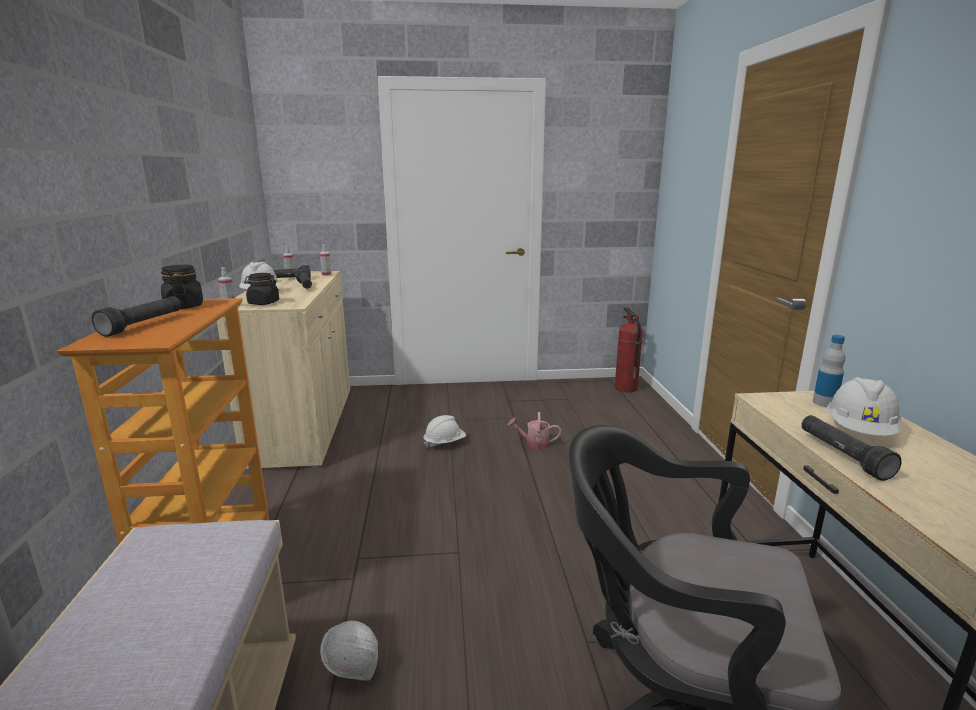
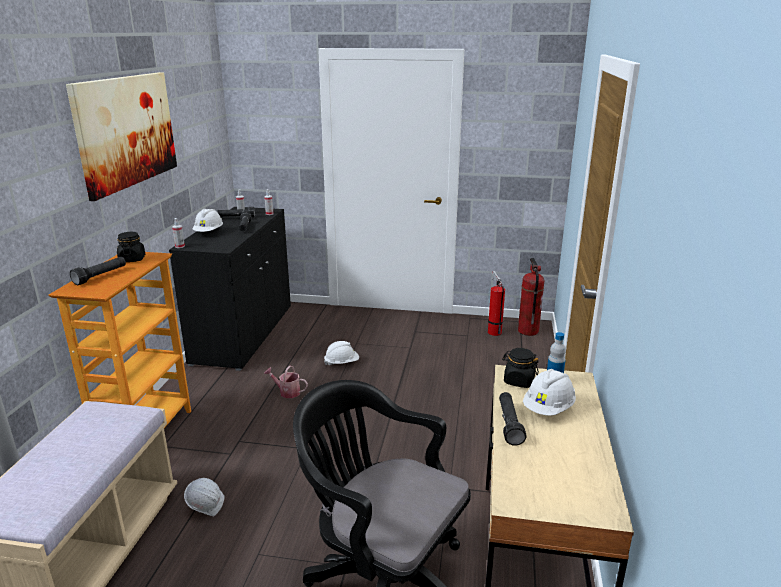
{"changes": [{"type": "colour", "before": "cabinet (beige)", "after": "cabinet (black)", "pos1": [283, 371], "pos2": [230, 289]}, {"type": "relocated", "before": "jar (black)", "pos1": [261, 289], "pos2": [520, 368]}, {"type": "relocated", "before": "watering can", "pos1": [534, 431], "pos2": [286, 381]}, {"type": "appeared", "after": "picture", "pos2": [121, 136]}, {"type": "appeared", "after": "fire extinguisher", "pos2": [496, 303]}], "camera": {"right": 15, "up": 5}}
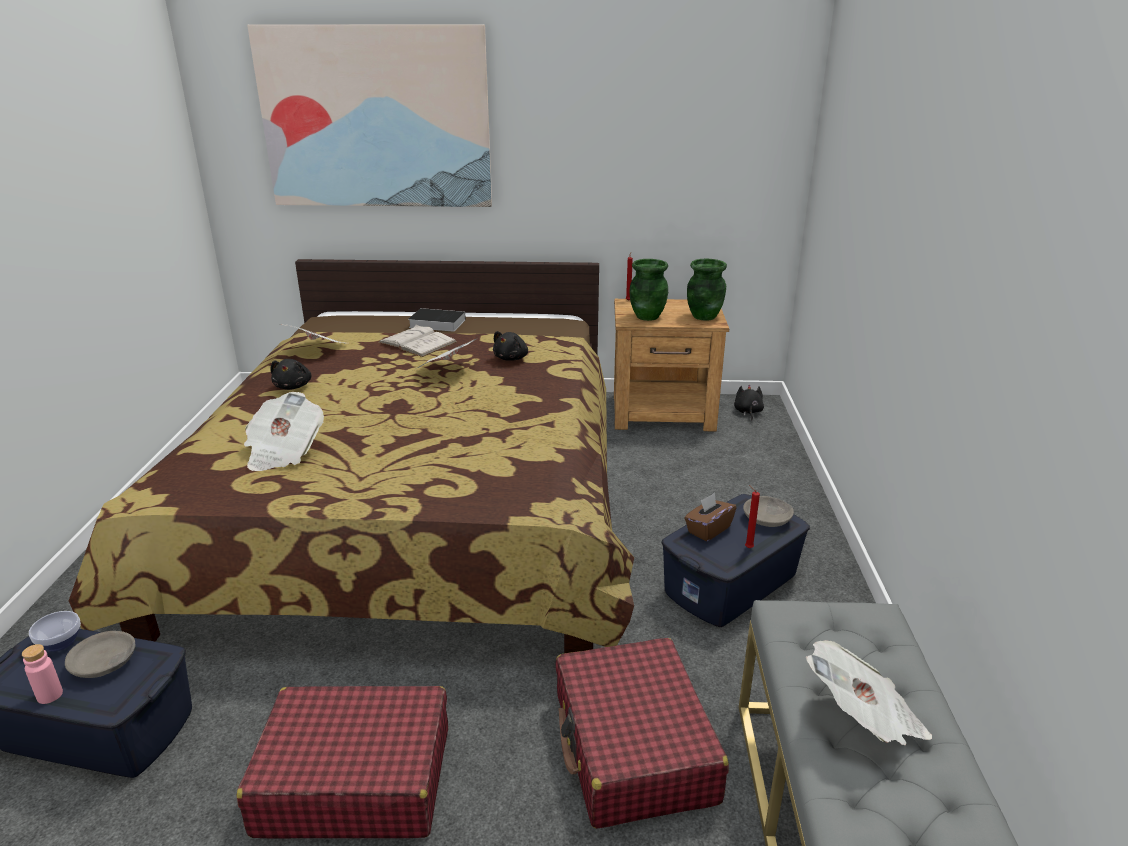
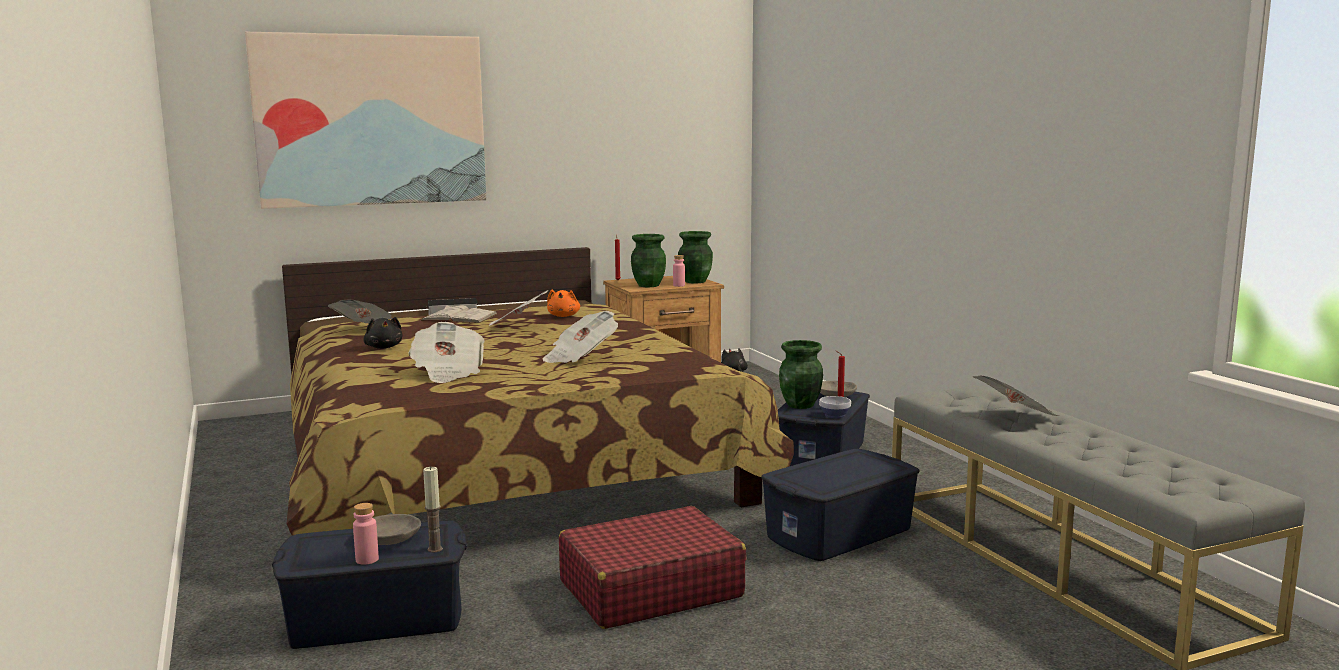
{"changes": [{"type": "relocated", "before": "bowl", "pos1": [55, 631], "pos2": [835, 407]}, {"type": "colour", "before": "plush toy (black)", "after": "plush toy (orange)", "pos1": [510, 346], "pos2": [563, 303]}, {"type": "exchanged", "before": "suitcase (red)", "after": "storage box (blue)", "pos1": [642, 733], "pos2": [840, 505]}, {"type": "exchanged", "before": "tissue box (brown)", "after": "vase (green)", "pos1": [710, 517], "pos2": [801, 374]}, {"type": "appeared", "after": "candle", "pos2": [433, 509]}, {"type": "appeared", "after": "newspaper", "pos2": [580, 337]}, {"type": "appeared", "after": "bottle (pink)", "pos2": [679, 271]}], "camera": {"right": -25, "up": -15}}
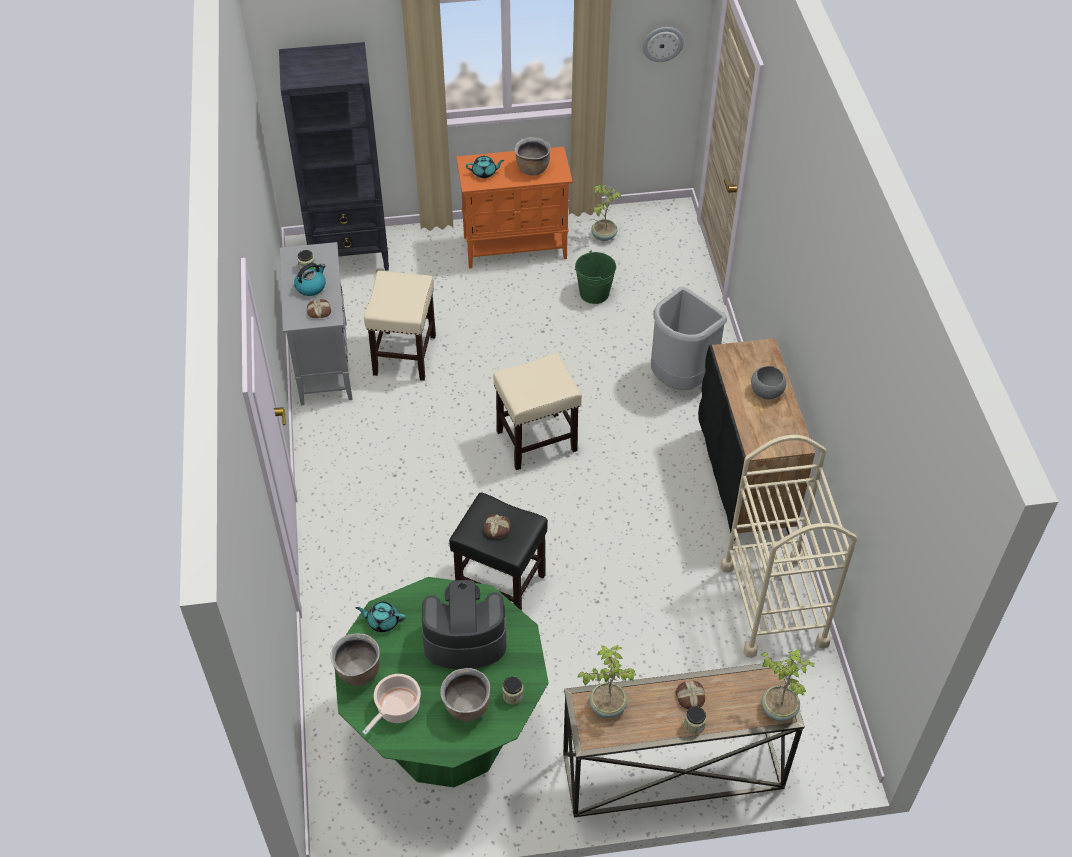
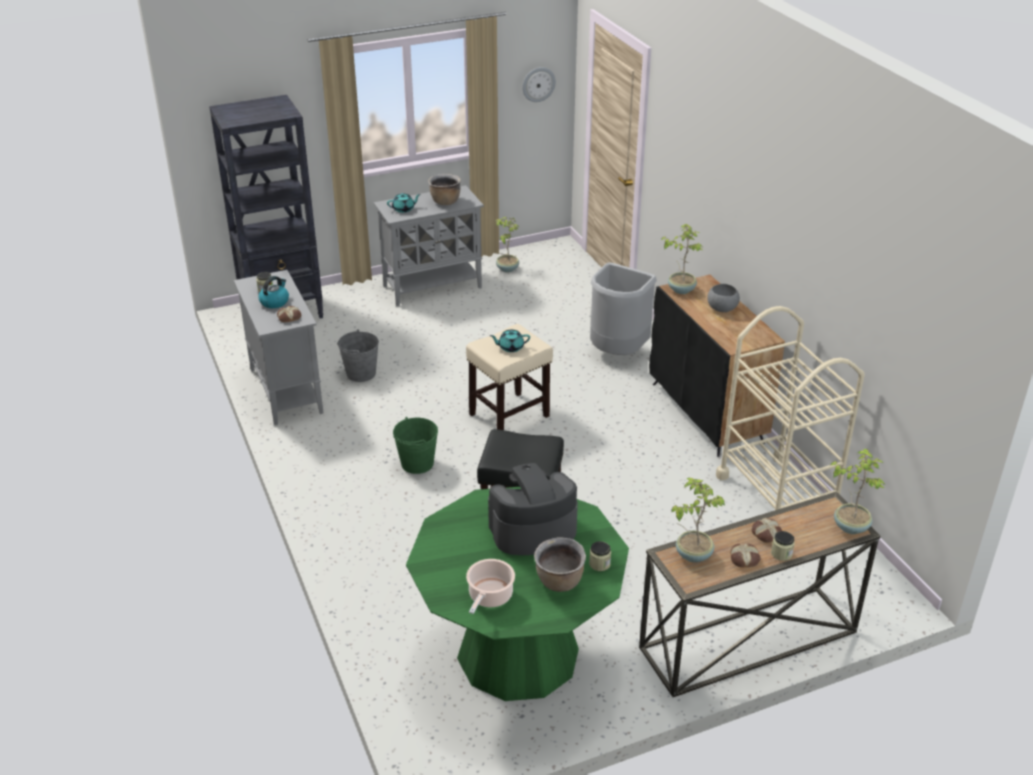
{"changes": [{"type": "missing", "before": "cooking pot (brown)", "pos1": [355, 659]}, {"type": "relocated", "before": "teapot (turquoise)", "pos1": [381, 616], "pos2": [510, 341]}, {"type": "exchanged", "before": "stool (beige)", "after": "bucket (grey)", "pos1": [400, 326], "pos2": [358, 356]}, {"type": "colour", "before": "cabinet (orange)", "after": "cabinet (grey)", "pos1": [514, 208], "pos2": [429, 245]}, {"type": "relocated", "before": "bread", "pos1": [496, 526], "pos2": [745, 556]}, {"type": "relocated", "before": "bucket (green)", "pos1": [595, 277], "pos2": [415, 445]}, {"type": "appeared", "after": "potted plant", "pos2": [682, 259]}], "camera": {"right": -15, "up": -15}}
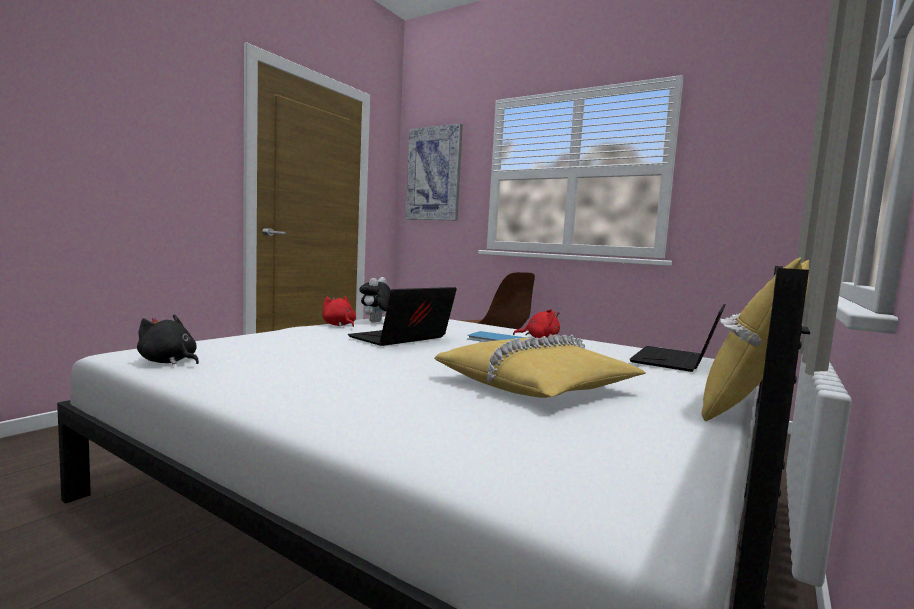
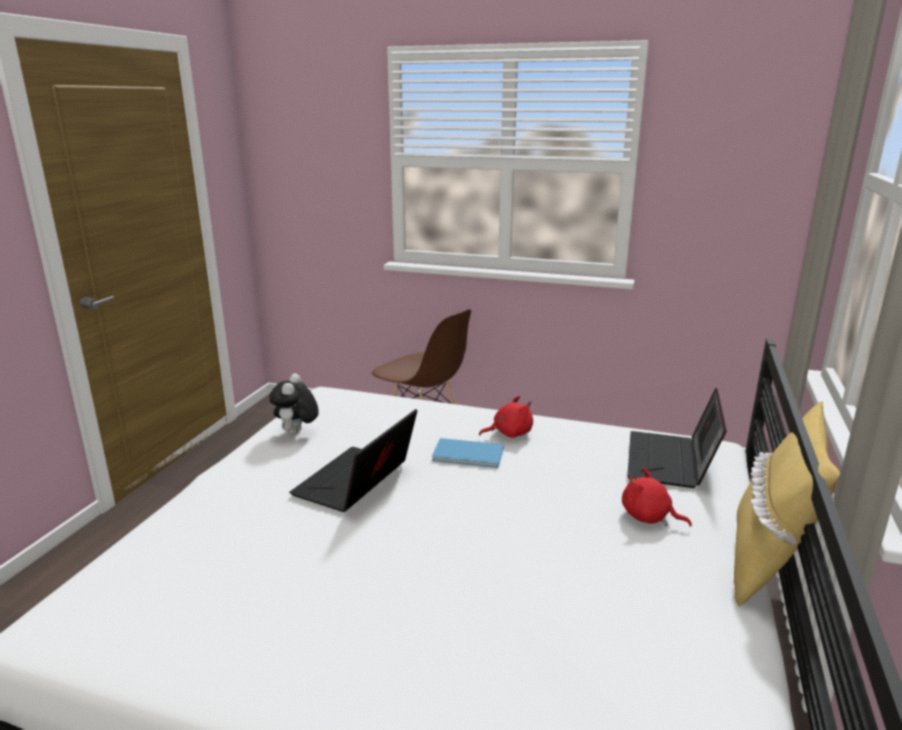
{"changes": [{"type": "missing", "before": "plush toy (black)", "pos1": [168, 339]}, {"type": "relocated", "before": "plush toy (red)", "pos1": [339, 311], "pos2": [657, 497]}, {"type": "missing", "before": "picture", "pos1": [434, 171]}, {"type": "missing", "before": "pillow (yellow)", "pos1": [540, 366]}], "camera": {"right": -15, "up": 15}}
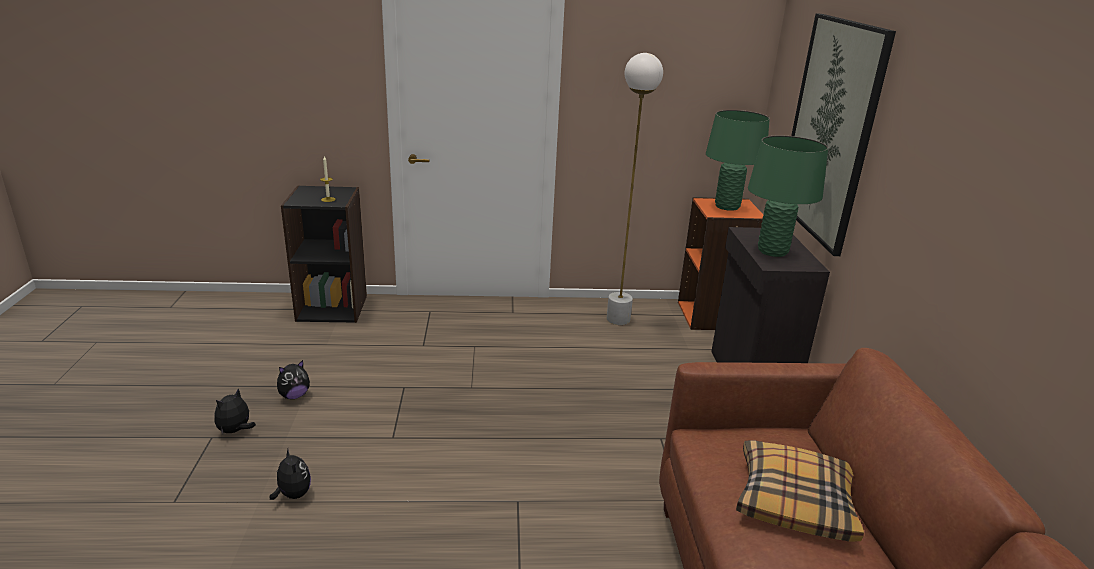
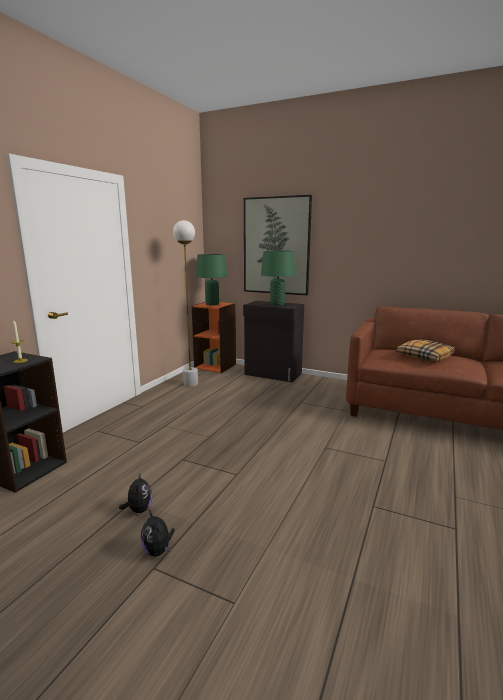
{"changes": [{"type": "missing", "before": "plush toy", "pos1": [290, 474]}], "camera": {"right": -60, "up": -10}}
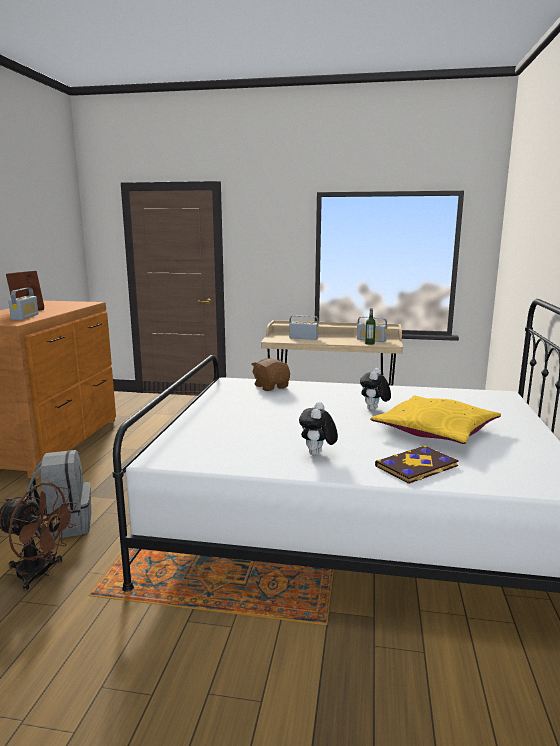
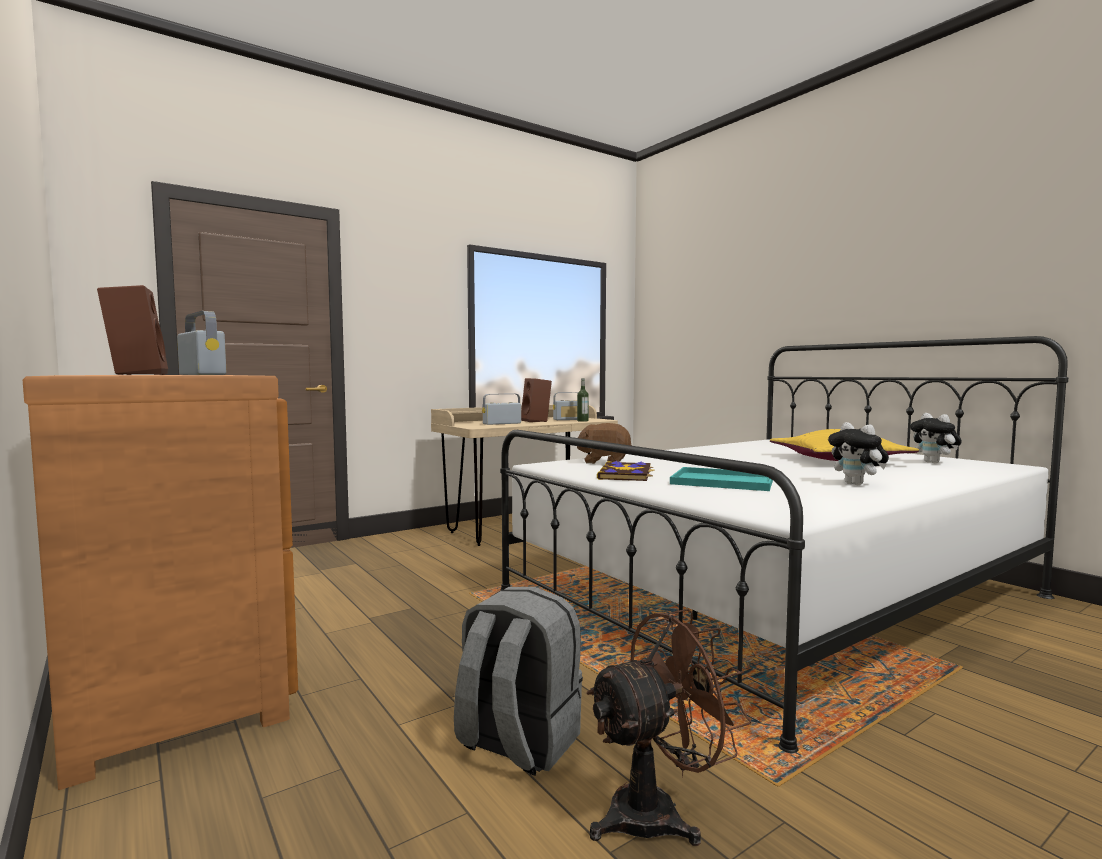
{"changes": [{"type": "relocated", "before": "plush toy", "pos1": [375, 389], "pos2": [936, 438]}, {"type": "relocated", "before": "book", "pos1": [417, 464], "pos2": [626, 471]}, {"type": "appeared", "after": "speaker (brown)", "pos2": [536, 400]}, {"type": "appeared", "after": "tray (turquoise)", "pos2": [721, 479]}], "camera": {"right": -45, "up": -10}}
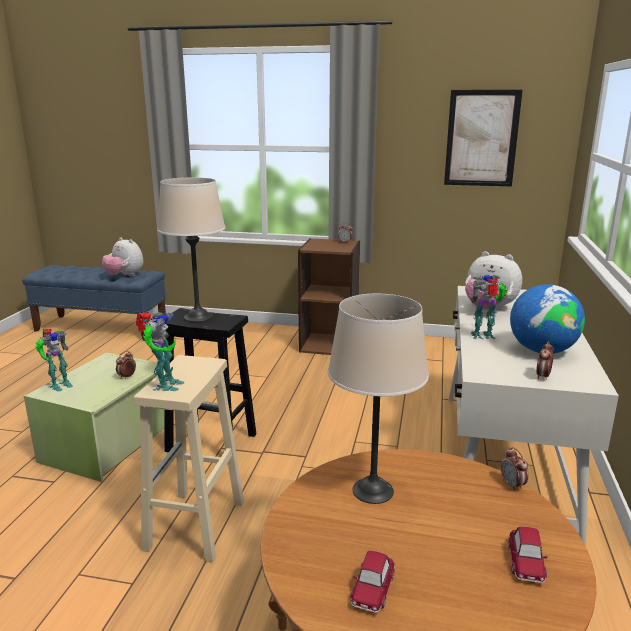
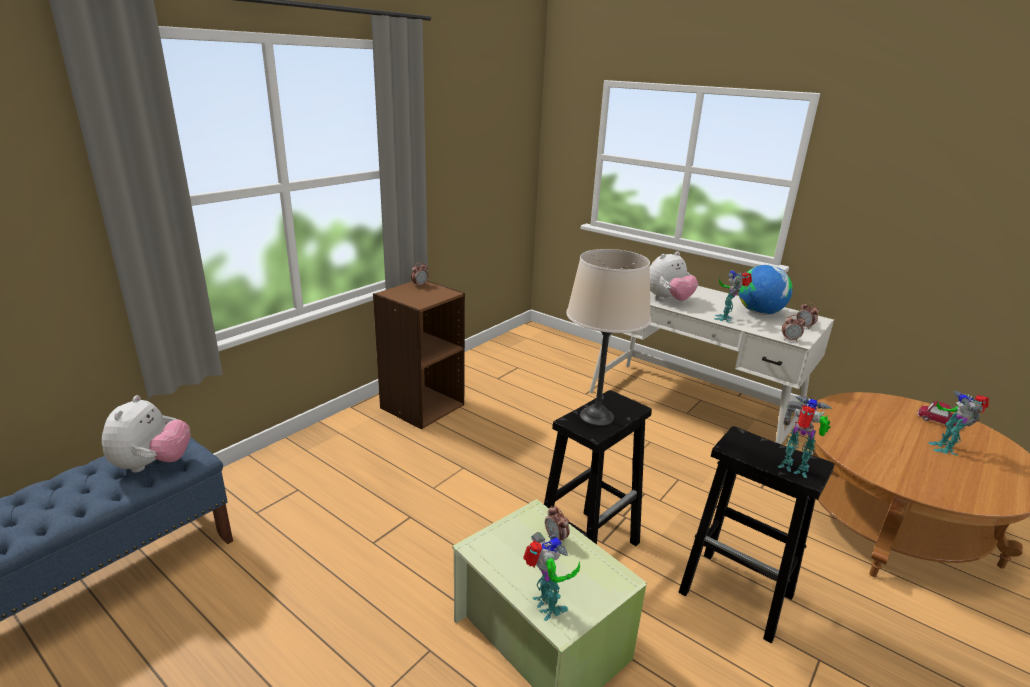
{"changes": [{"type": "spun", "before": "plush toy", "pos1": [122, 257], "pos2": [146, 434], "turn": -60}, {"type": "colour", "before": "stool (beige)", "after": "stool (black)", "pos1": [189, 458], "pos2": [757, 535]}, {"type": "missing", "before": "table lamp (beige)", "pos1": [378, 399]}, {"type": "missing", "before": "toy car", "pos1": [373, 582]}, {"type": "missing", "before": "picture", "pos1": [483, 137]}, {"type": "relocated", "before": "alarm clock", "pos1": [514, 469], "pos2": [794, 328]}, {"type": "appeared", "after": "toy robot", "pos2": [958, 423]}], "camera": {"right": -65, "up": 5}}
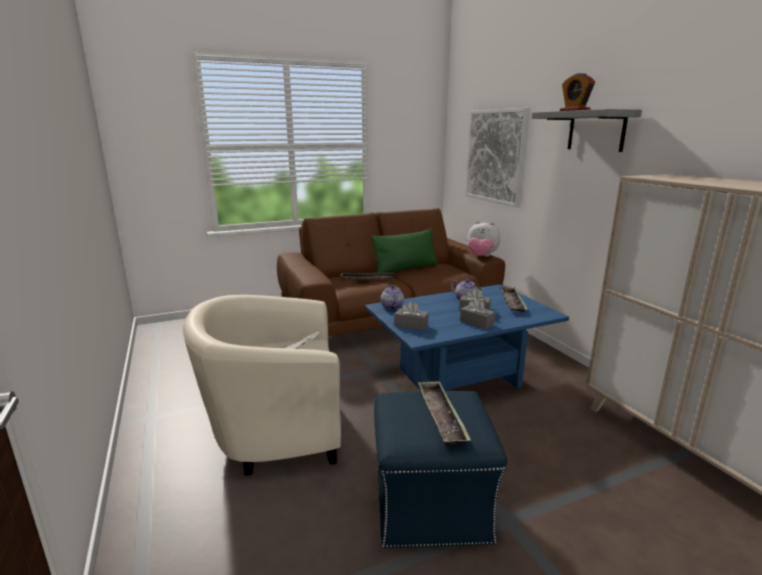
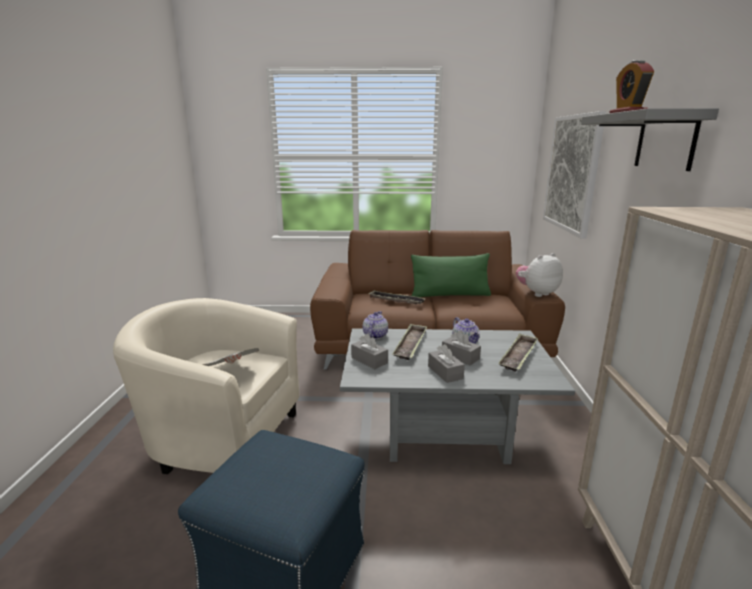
{"changes": [{"type": "colour", "before": "coffee table (blue)", "after": "coffee table (grey)", "pos1": [467, 337], "pos2": [457, 396]}, {"type": "relocated", "before": "tray", "pos1": [444, 412], "pos2": [410, 341]}, {"type": "spun", "before": "plush toy", "pos1": [484, 239], "pos2": [539, 275], "turn": 105}], "camera": {"right": 25, "up": 0}}
